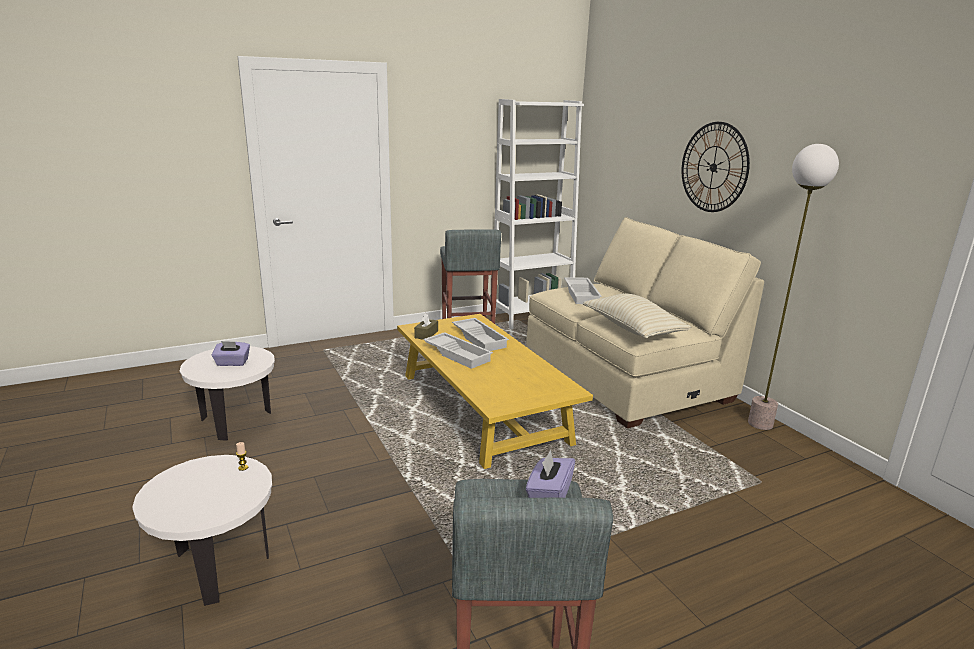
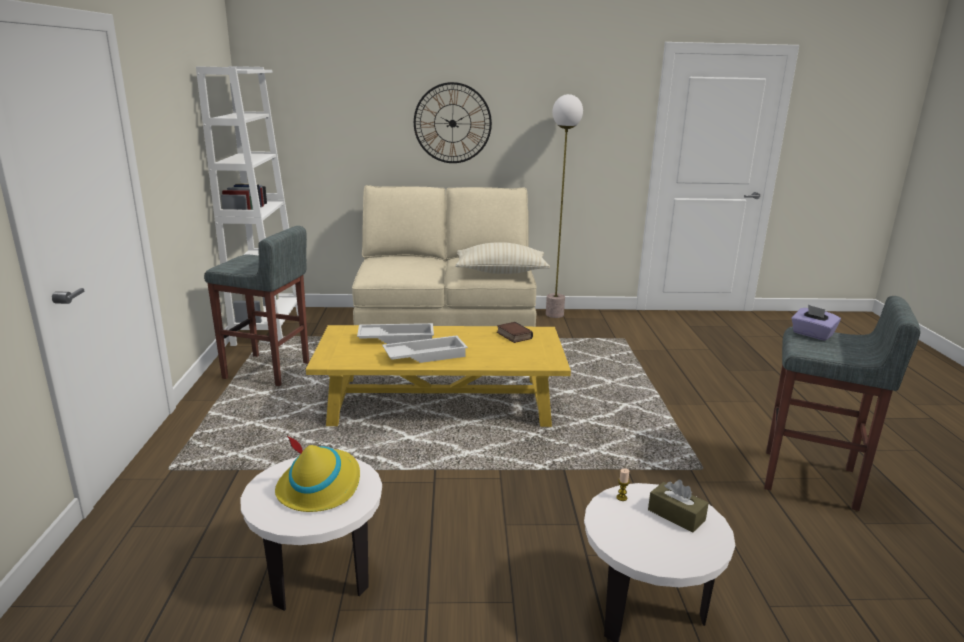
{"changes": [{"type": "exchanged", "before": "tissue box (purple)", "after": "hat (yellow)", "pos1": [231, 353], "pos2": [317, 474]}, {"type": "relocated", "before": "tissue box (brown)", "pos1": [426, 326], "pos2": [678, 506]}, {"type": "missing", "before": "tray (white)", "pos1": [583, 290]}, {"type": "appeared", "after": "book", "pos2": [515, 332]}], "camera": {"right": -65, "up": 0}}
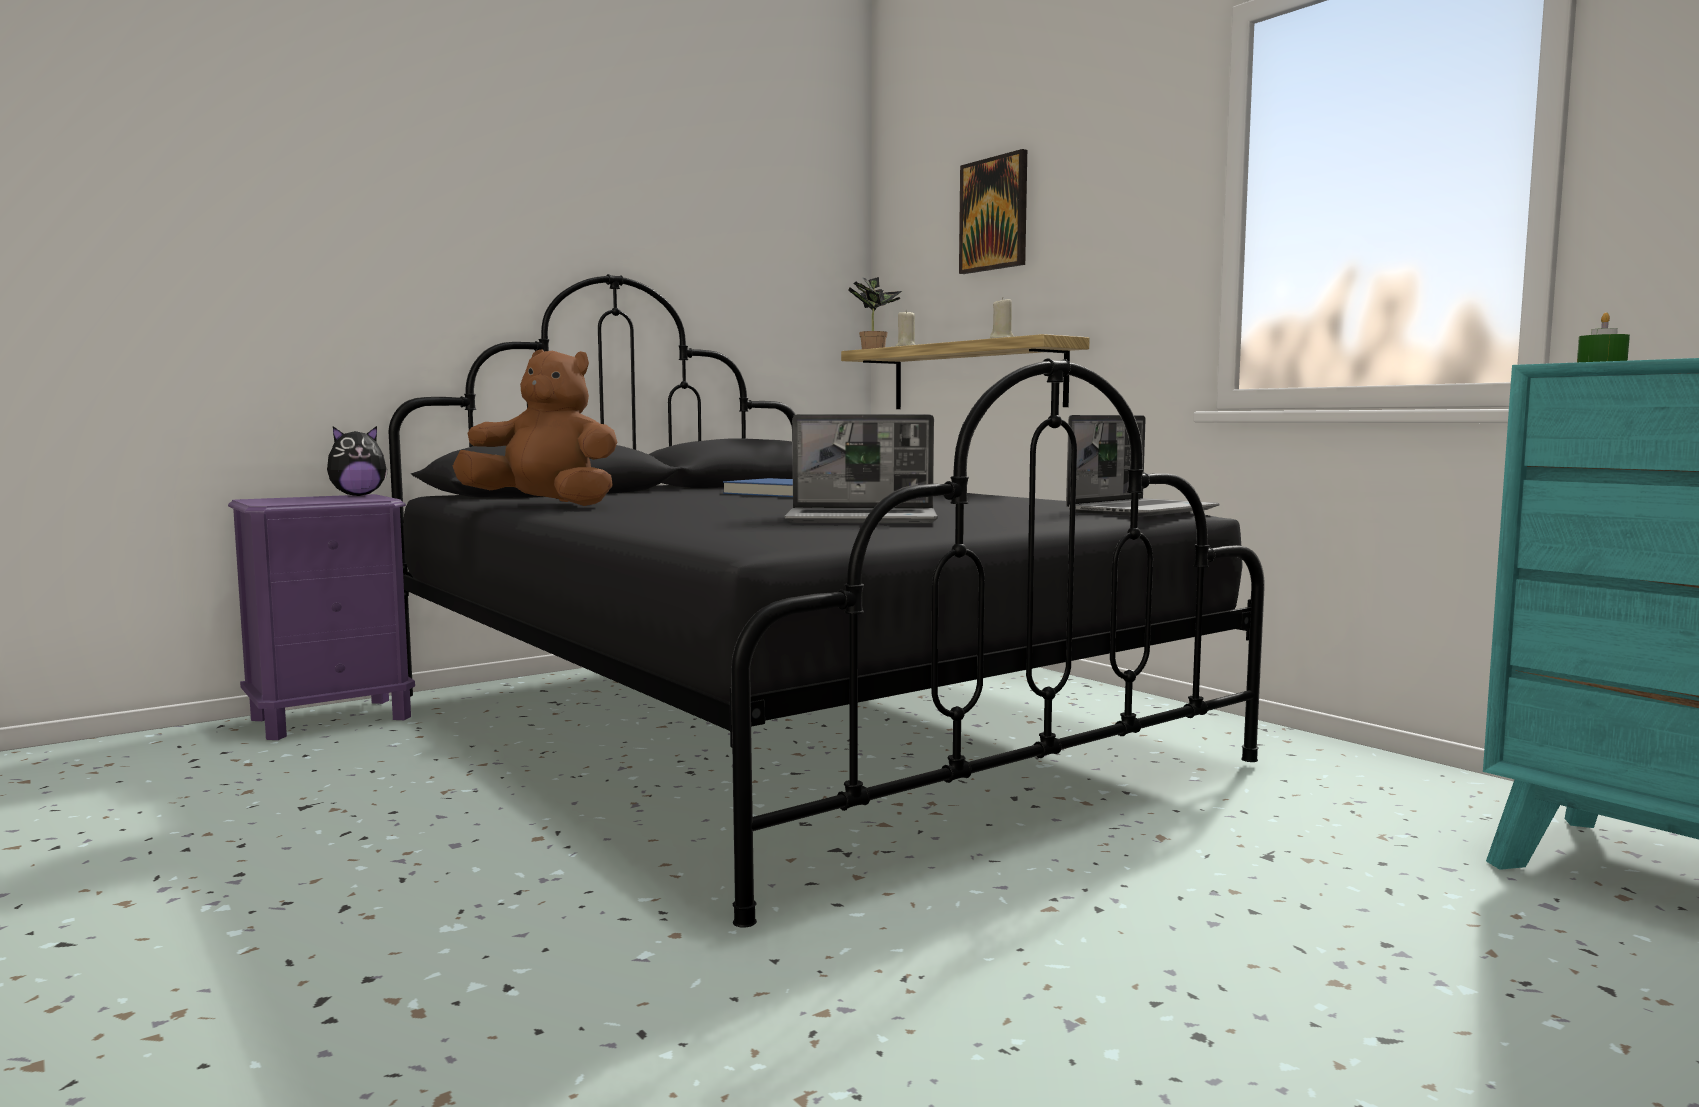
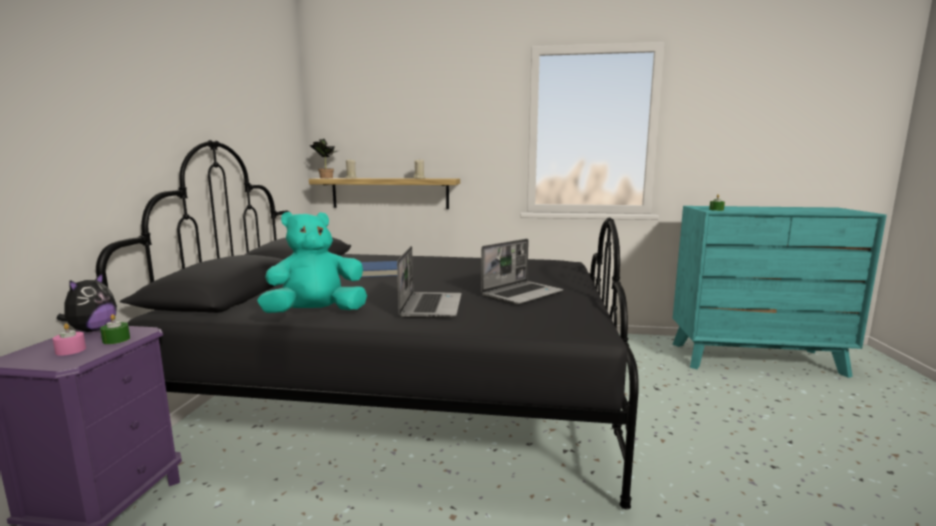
{"changes": [{"type": "colour", "before": "plush toy (brown)", "after": "plush toy (turquoise)", "pos1": [535, 427], "pos2": [312, 262]}, {"type": "missing", "before": "picture", "pos1": [993, 211]}, {"type": "relocated", "before": "laptop", "pos1": [1143, 466], "pos2": [429, 282]}, {"type": "appeared", "after": "candle (pink)", "pos2": [69, 339]}, {"type": "appeared", "after": "candle (green)", "pos2": [115, 329]}], "camera": {"right": -45, "up": 5}}
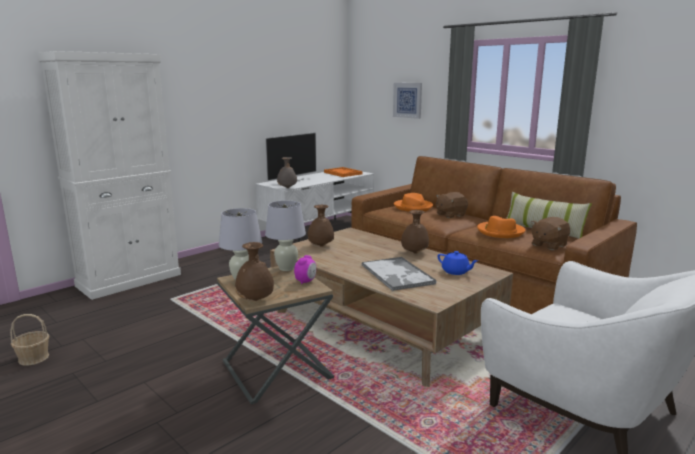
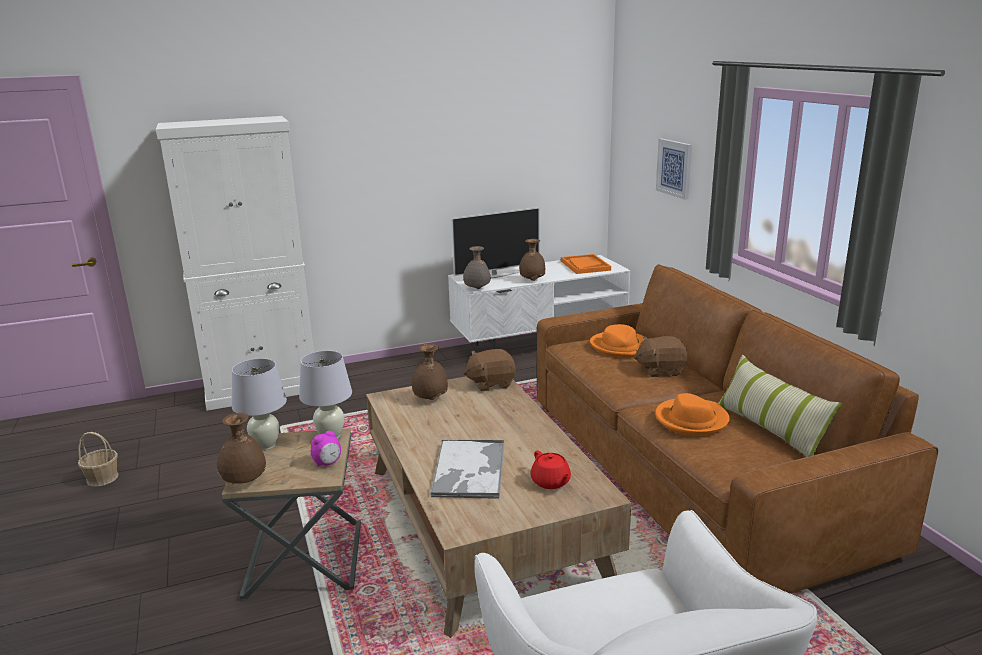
{"changes": [{"type": "relocated", "before": "vase (brown)", "pos1": [415, 232], "pos2": [532, 260]}, {"type": "colour", "before": "teapot (blue)", "after": "teapot (red)", "pos1": [457, 263], "pos2": [550, 469]}, {"type": "relocated", "before": "plush toy (brown)", "pos1": [550, 233], "pos2": [489, 370]}], "camera": {"right": 25, "up": 5}}
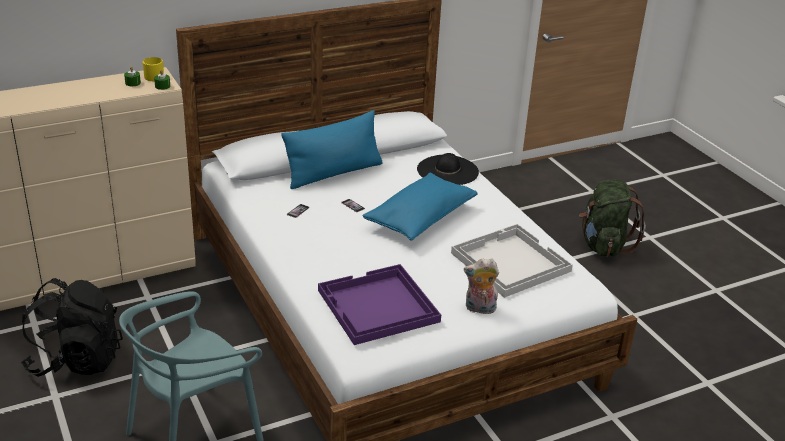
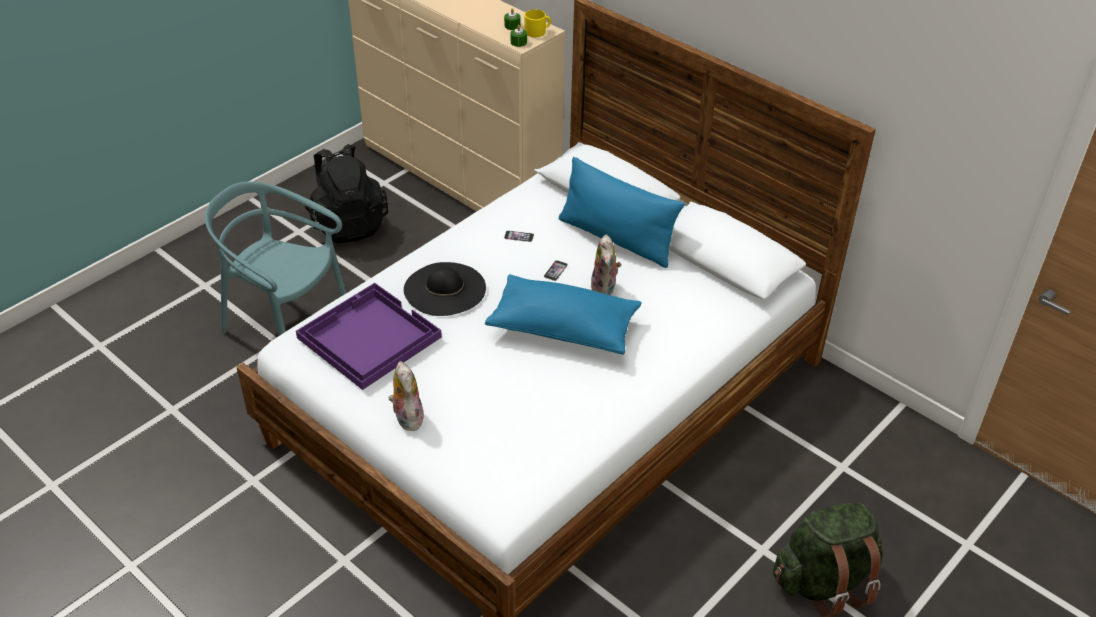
{"changes": [{"type": "relocated", "before": "hat (black)", "pos1": [448, 169], "pos2": [445, 289]}, {"type": "missing", "before": "tray (white)", "pos1": [512, 261]}, {"type": "appeared", "after": "plush toy", "pos2": [606, 265]}], "camera": {"right": 70, "up": 10}}
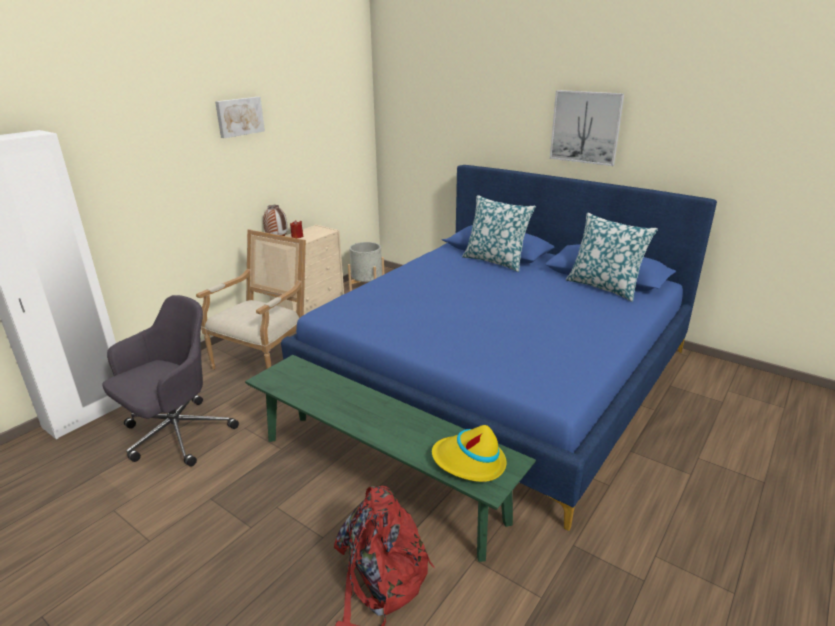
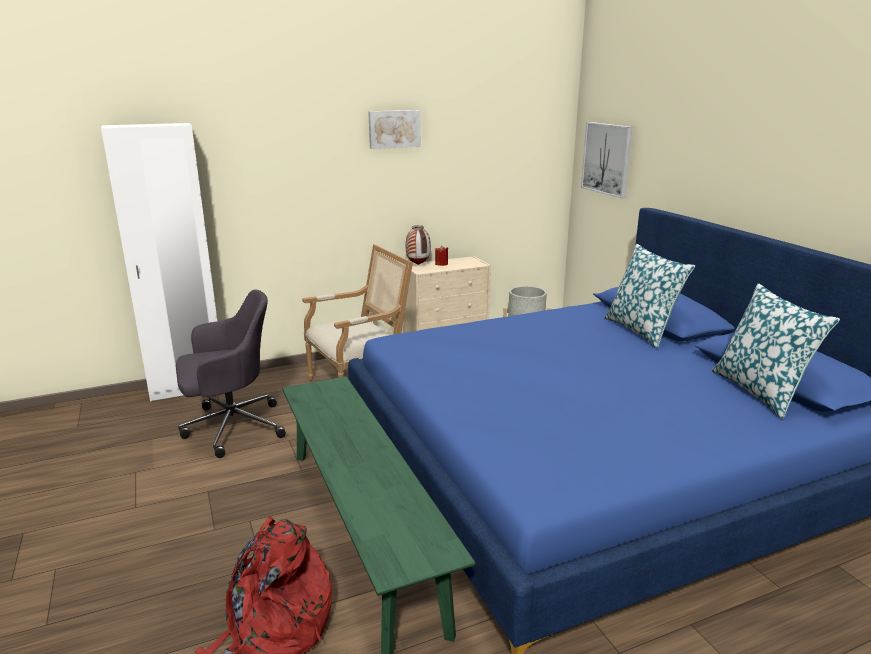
{"changes": [{"type": "missing", "before": "hat (yellow)", "pos1": [469, 453]}, {"type": "relocated", "before": "picture", "pos1": [587, 128], "pos2": [607, 160]}], "camera": {"right": 30, "up": -5}}
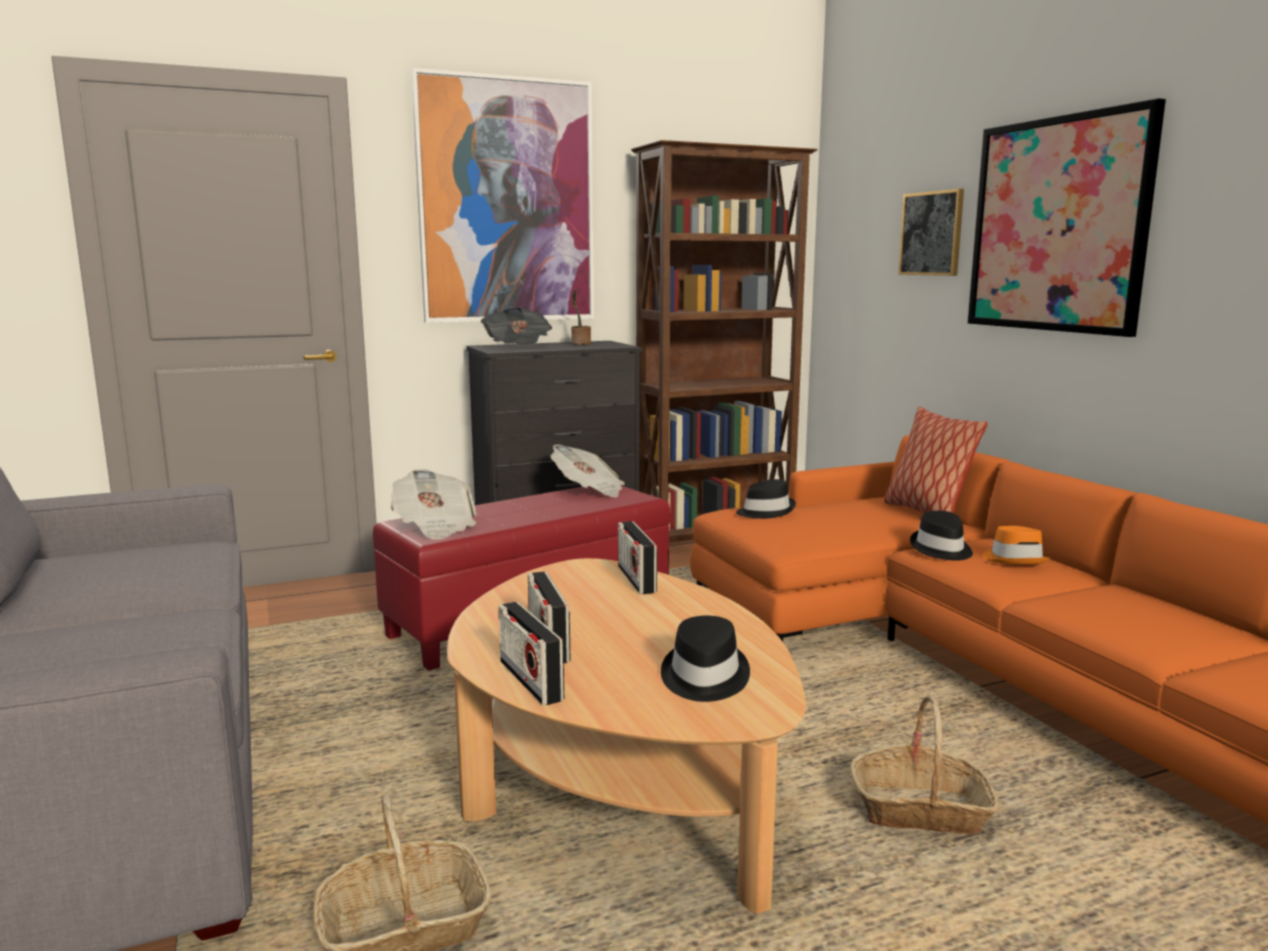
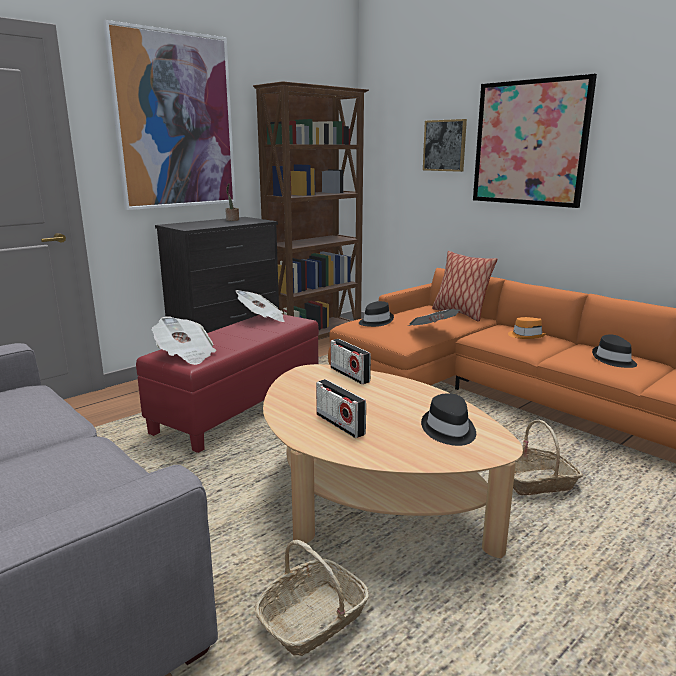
{"changes": [{"type": "relocated", "before": "newspaper", "pos1": [516, 326], "pos2": [434, 317]}, {"type": "missing", "before": "radio", "pos1": [531, 653]}, {"type": "relocated", "before": "hat (black)", "pos1": [941, 536], "pos2": [614, 351]}], "camera": {"right": -20, "up": 5}}
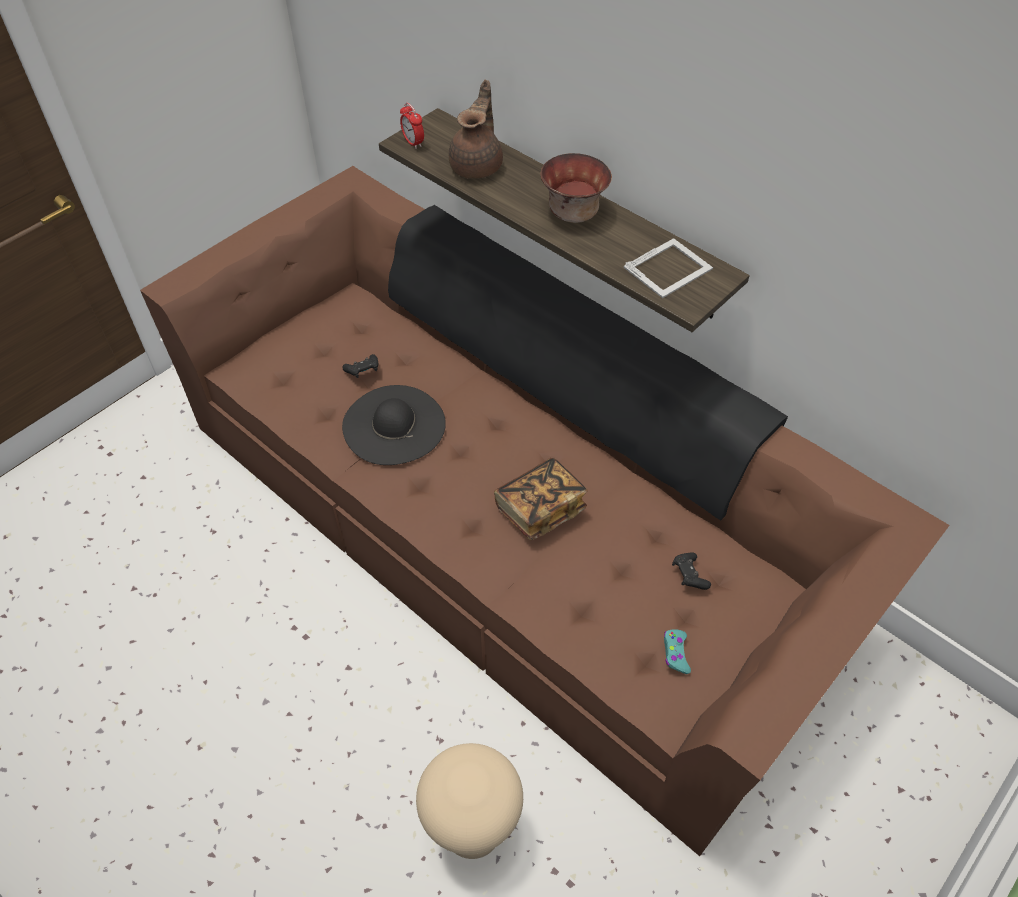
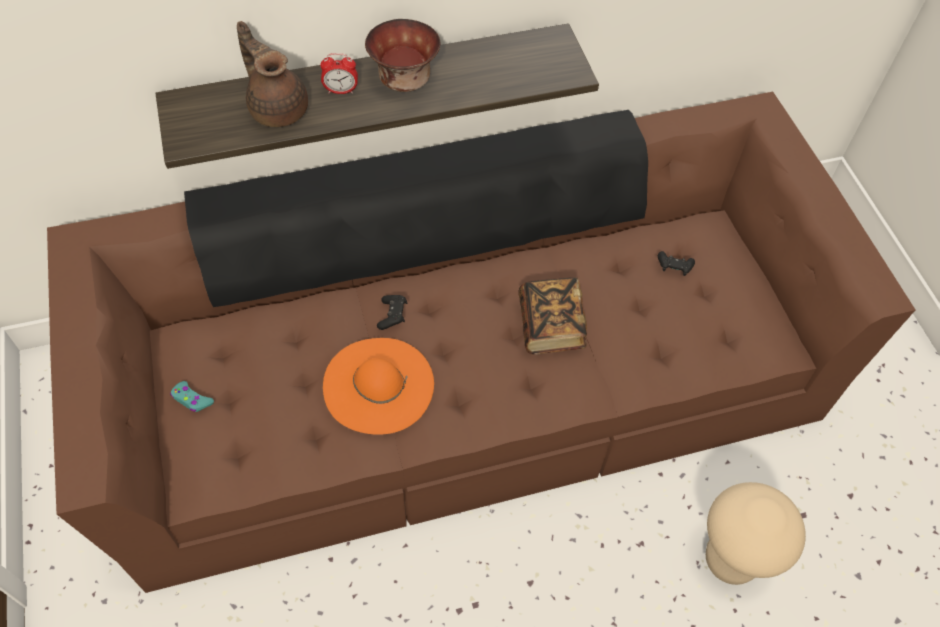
{"changes": [{"type": "relocated", "before": "game controller (black)", "pos1": [360, 366], "pos2": [392, 312]}, {"type": "colour", "before": "hat (black)", "after": "hat (orange)", "pos1": [394, 425], "pos2": [378, 386]}, {"type": "relocated", "before": "alarm clock", "pos1": [412, 125], "pos2": [339, 73]}, {"type": "missing", "before": "picture frame", "pos1": [668, 268]}, {"type": "relocated", "before": "game controller (turquoise)", "pos1": [677, 651], "pos2": [192, 396]}], "camera": {"right": -60, "up": 5}}
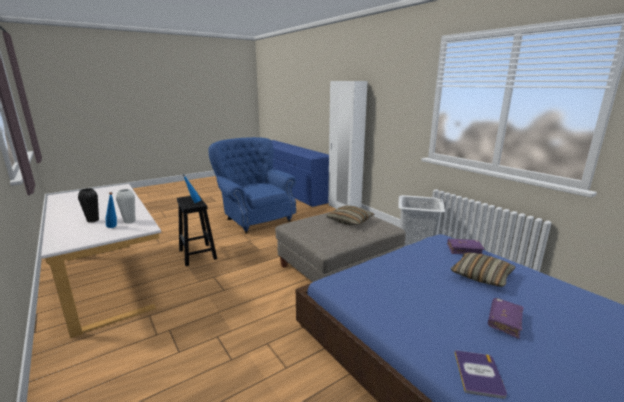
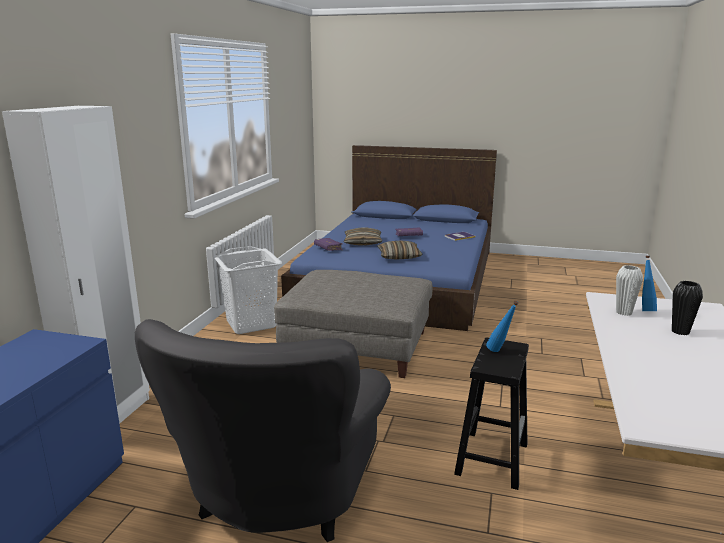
{"changes": [{"type": "colour", "before": "armchair (blue)", "after": "armchair (grey)", "pos1": [252, 185], "pos2": [263, 430]}, {"type": "relocated", "before": "pillow", "pos1": [351, 215], "pos2": [399, 249]}], "camera": {"right": -130, "up": 0}}
